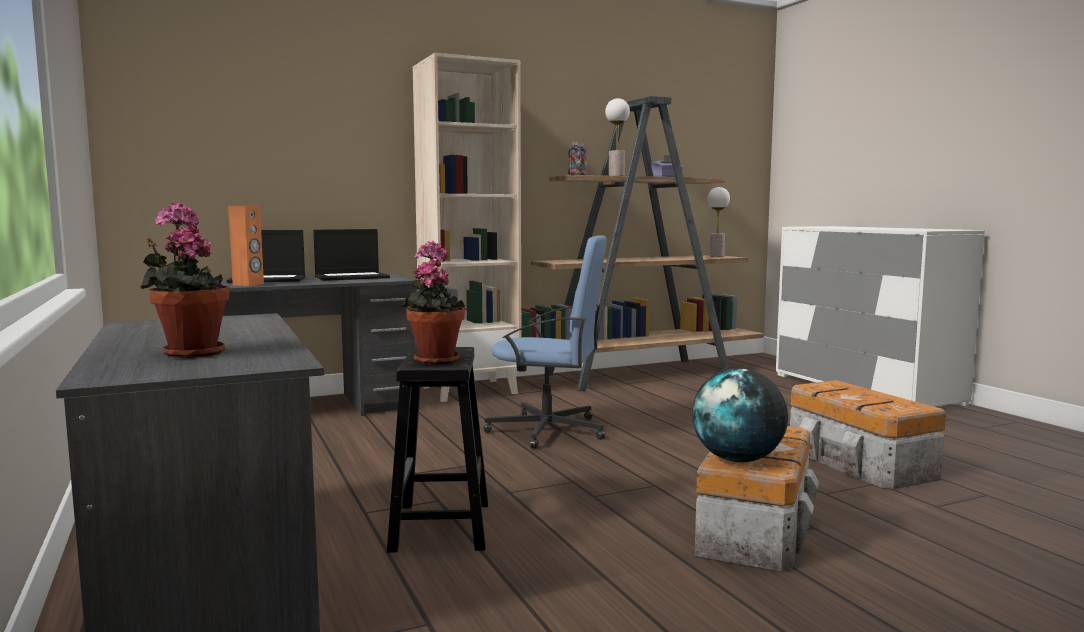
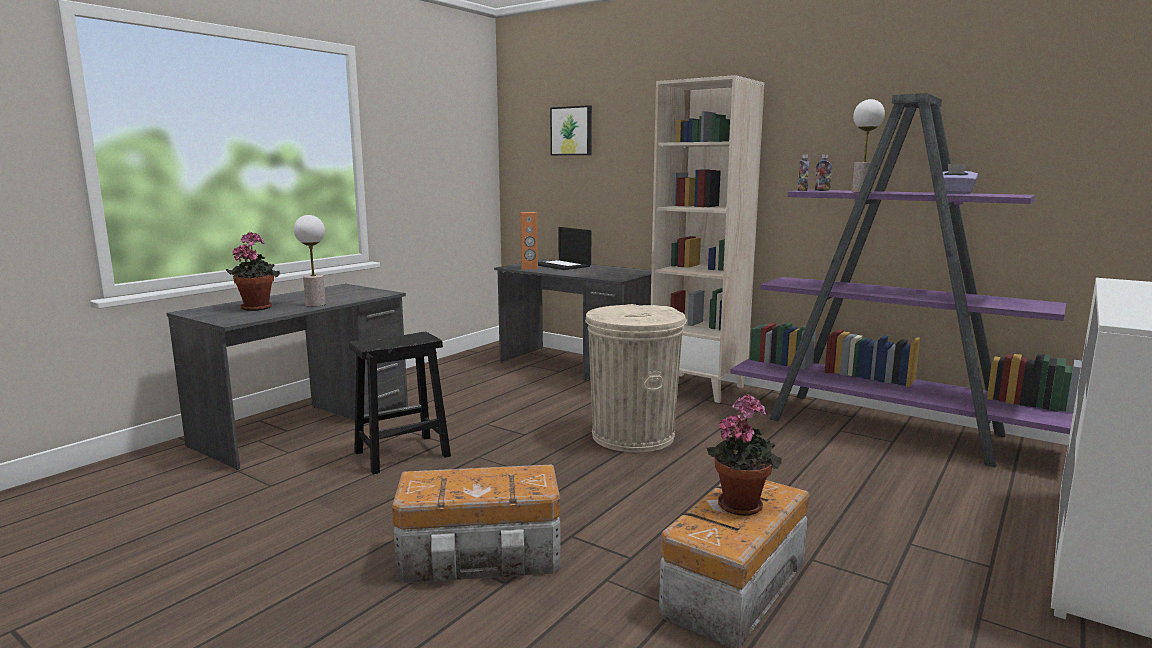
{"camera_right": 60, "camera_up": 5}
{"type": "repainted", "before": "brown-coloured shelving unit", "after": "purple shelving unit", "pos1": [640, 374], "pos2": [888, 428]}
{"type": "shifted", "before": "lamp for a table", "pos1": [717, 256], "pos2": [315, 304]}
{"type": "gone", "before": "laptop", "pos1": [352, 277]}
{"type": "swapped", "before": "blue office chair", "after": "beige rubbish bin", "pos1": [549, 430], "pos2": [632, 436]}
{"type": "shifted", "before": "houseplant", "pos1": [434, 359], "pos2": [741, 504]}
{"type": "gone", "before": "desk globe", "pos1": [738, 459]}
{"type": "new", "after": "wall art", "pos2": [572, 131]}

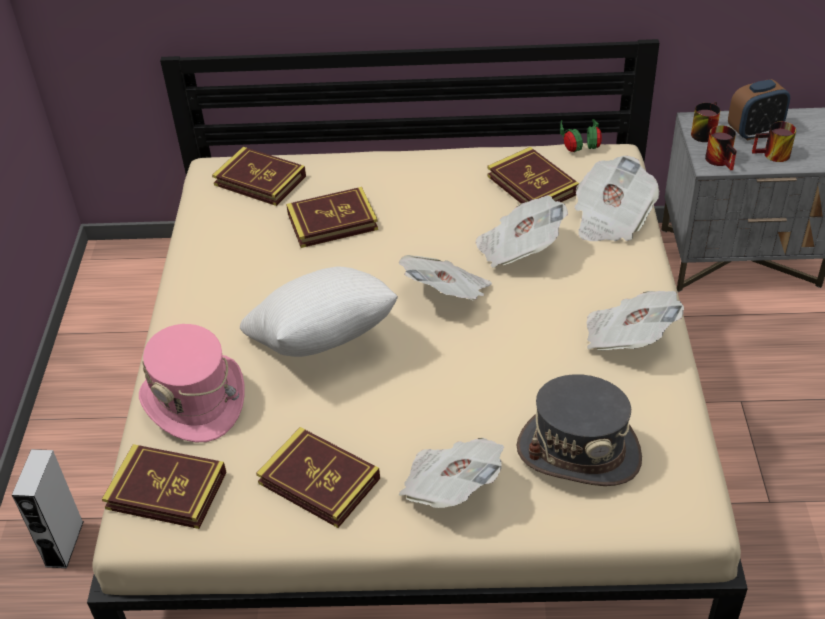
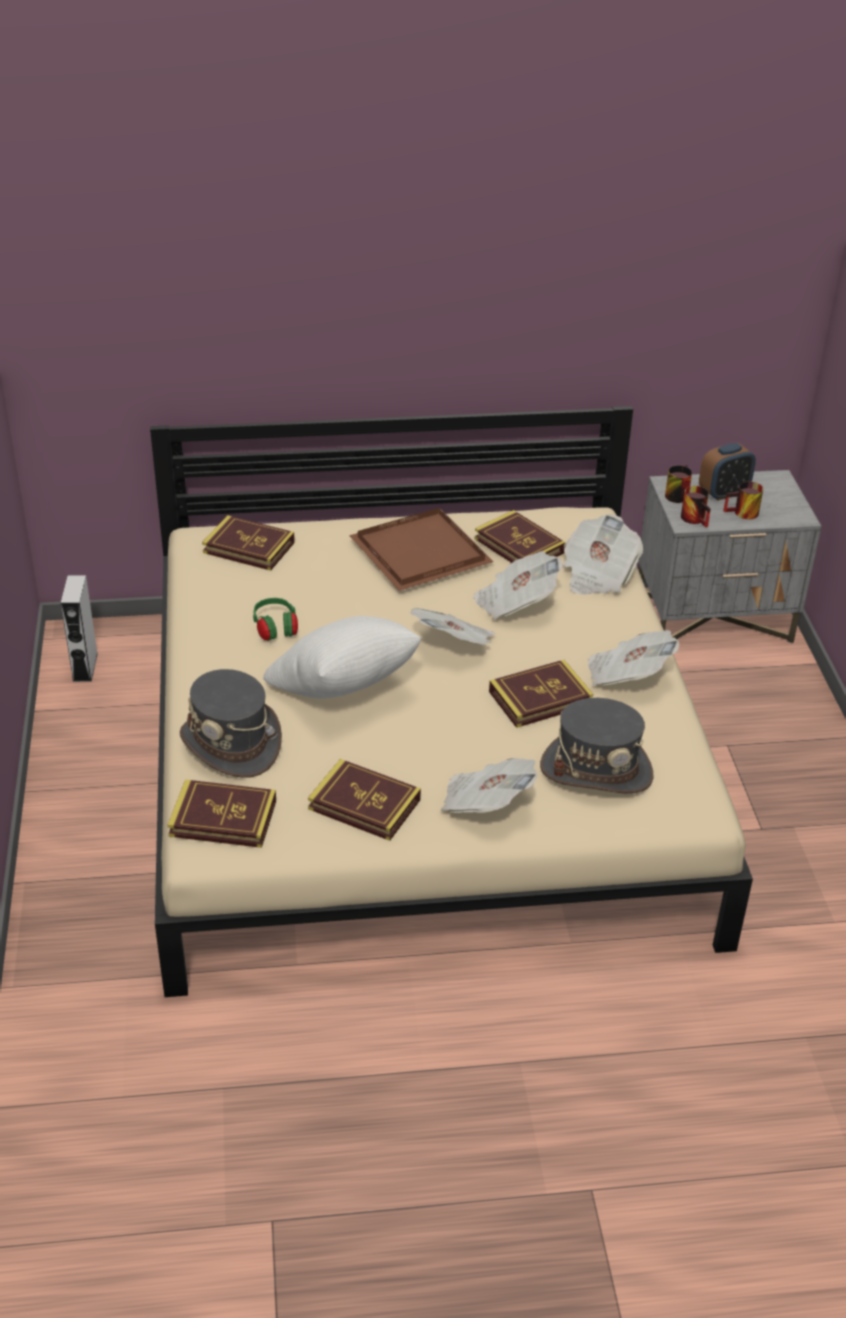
{"camera_right": -10, "camera_up": -5}
{"type": "shifted", "before": "green-coloured pair of headphones", "pos1": [579, 143], "pos2": [275, 630]}
{"type": "shifted", "before": "bound book", "pos1": [332, 222], "pos2": [540, 698]}
{"type": "repainted", "before": "pink clothing hat", "after": "gray clothing hat", "pos1": [195, 400], "pos2": [232, 743]}
{"type": "shifted", "before": "gray speaker", "pos1": [64, 543], "pos2": [85, 666]}
{"type": "new", "after": "brown-coloured carrying tray", "pos2": [417, 552]}

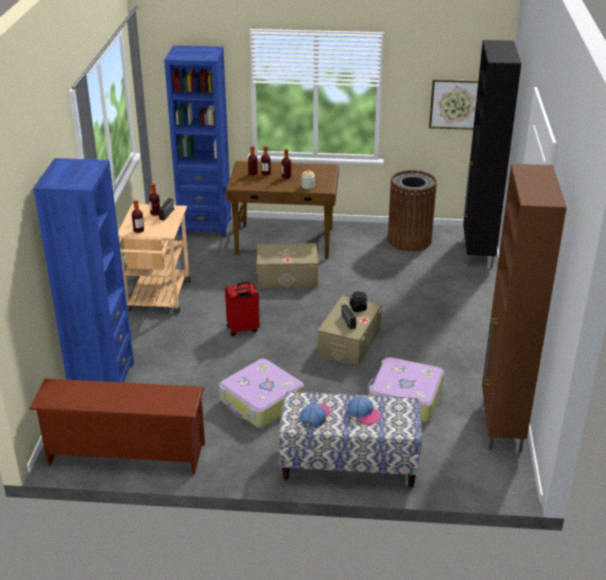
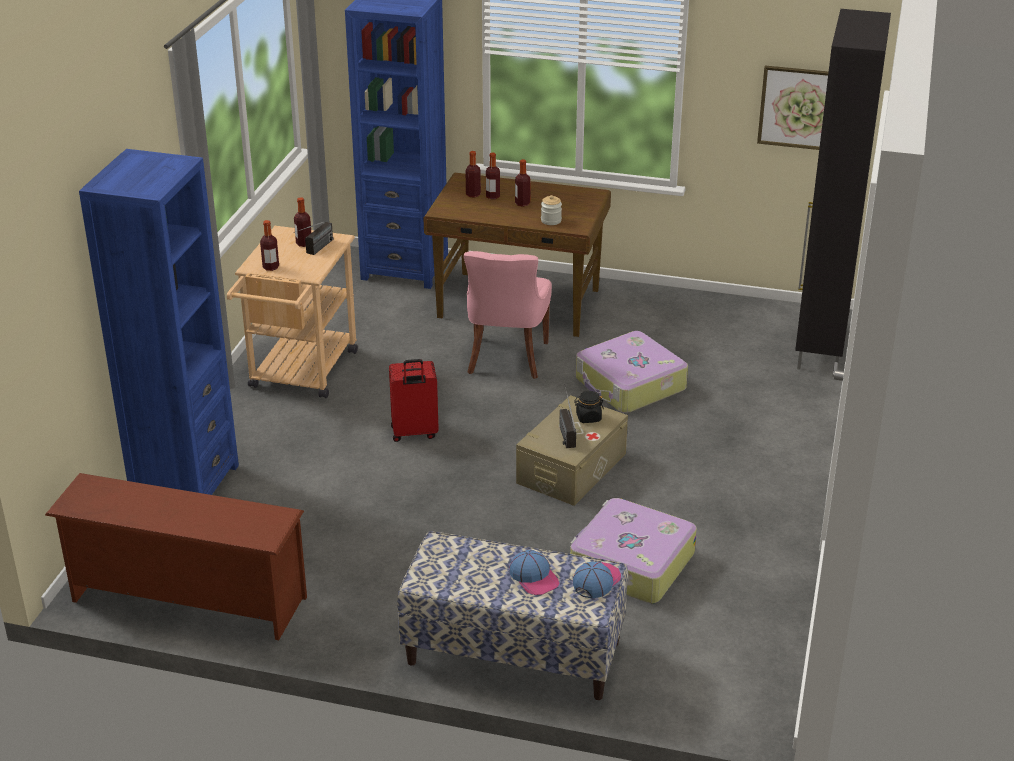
{"camera_right": 10, "camera_up": 0}
{"type": "gone", "before": "brown-coloured cupboard", "pos1": [501, 425]}
{"type": "gone", "before": "brown-coloured rubbish bin", "pos1": [409, 240]}
{"type": "swapped", "before": "beige storage box", "after": "pink plain chair", "pos1": [287, 277], "pos2": [506, 359]}
{"type": "shifted", "before": "travel case", "pos1": [261, 402], "pos2": [629, 385]}
{"type": "shifted", "before": "baseball cap", "pos1": [315, 416], "pos2": [596, 581]}

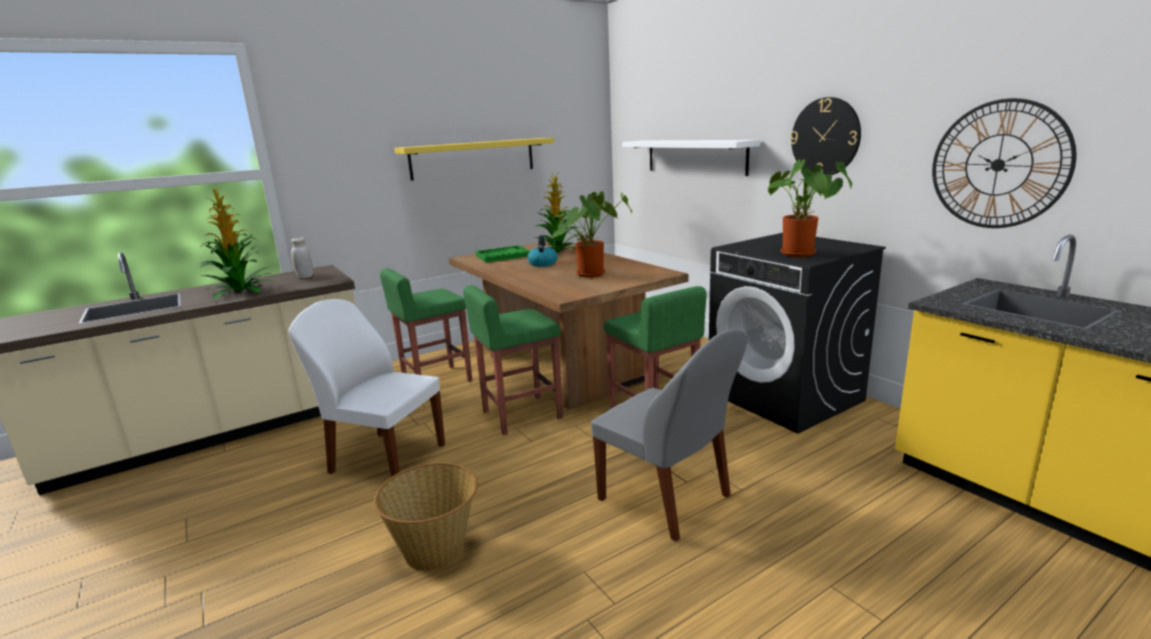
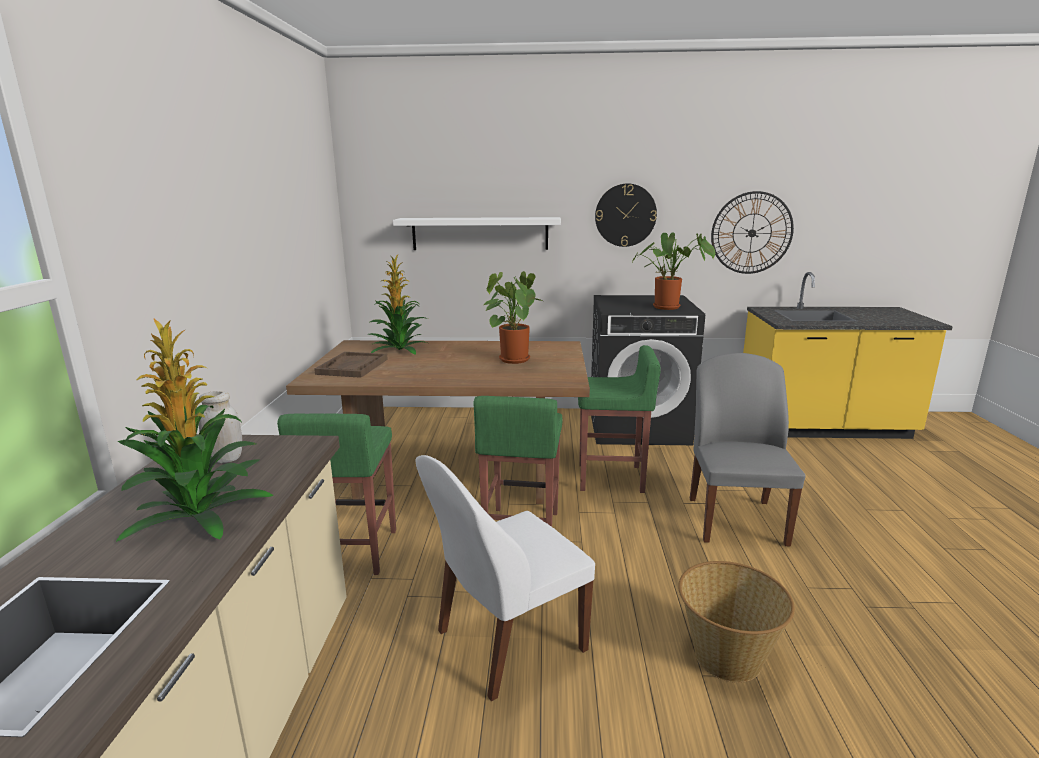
{"camera_right": -55, "camera_up": 0}
{"type": "gone", "before": "yellow wall shelf", "pos1": [473, 158]}
{"type": "gone", "before": "water kettle", "pos1": [542, 263]}
{"type": "repainted", "before": "green-coloured carrying tray", "after": "brown-coloured carrying tray", "pos1": [503, 255], "pos2": [352, 366]}
{"type": "rotated", "before": "gray plain chair", "pos1": [667, 499], "pos2": [736, 519], "turn": -75}

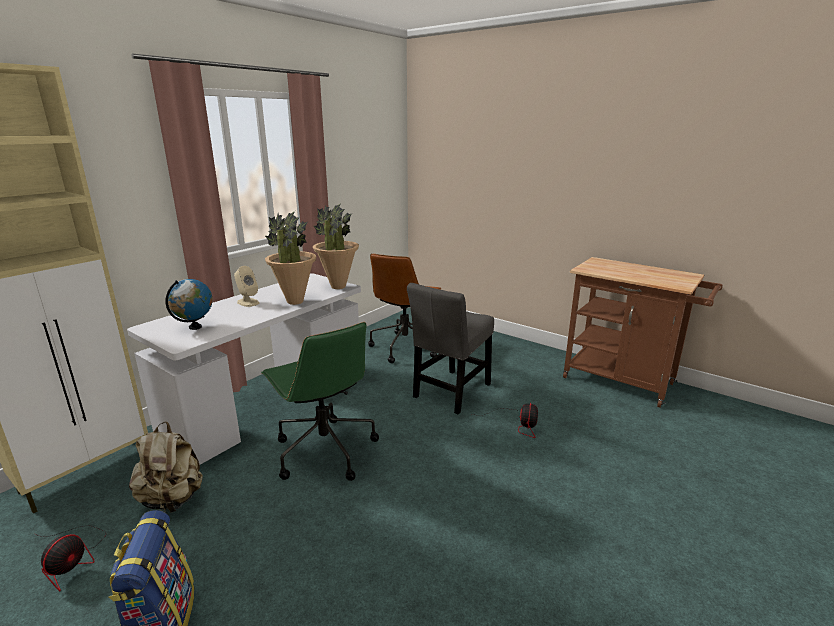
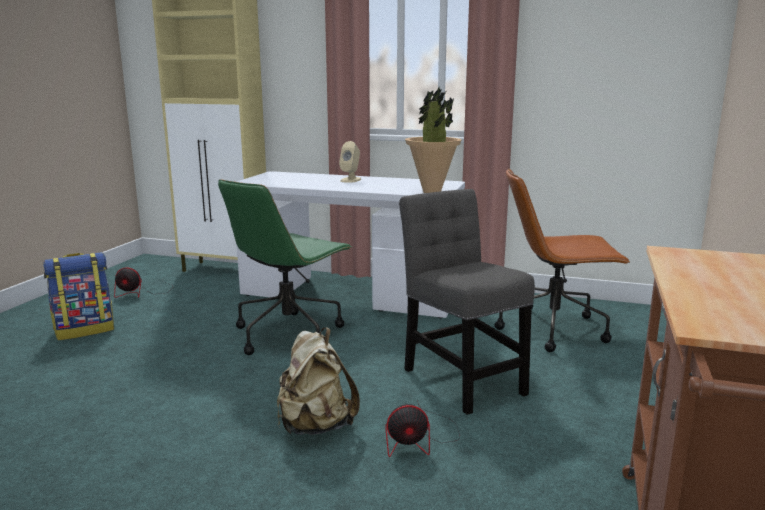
{"camera_right": 70, "camera_up": -5}
{"type": "gone", "before": "houseplant", "pos1": [294, 301]}
{"type": "gone", "before": "desk globe", "pos1": [195, 327]}
{"type": "rotated", "before": "gray plain chair", "pos1": [450, 392], "pos2": [461, 378], "turn": 45}
{"type": "shifted", "before": "beige rucksack", "pos1": [173, 499], "pos2": [315, 426]}

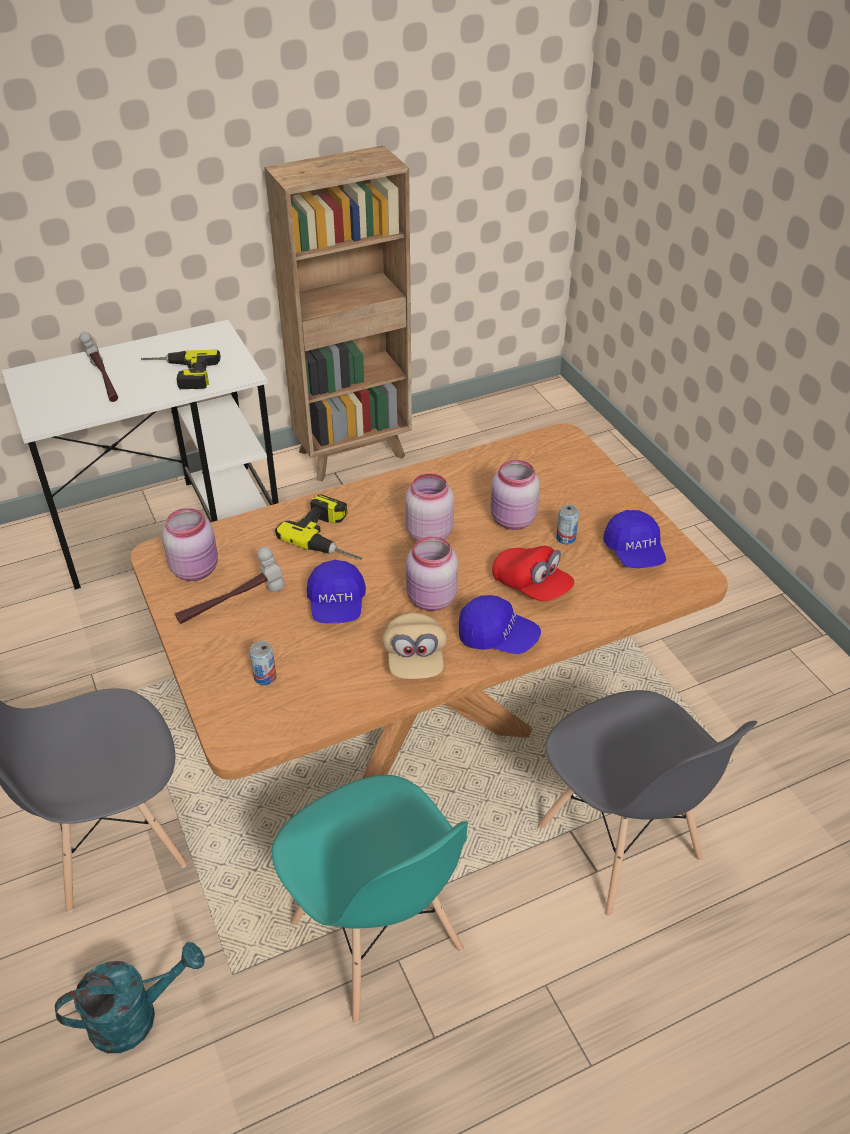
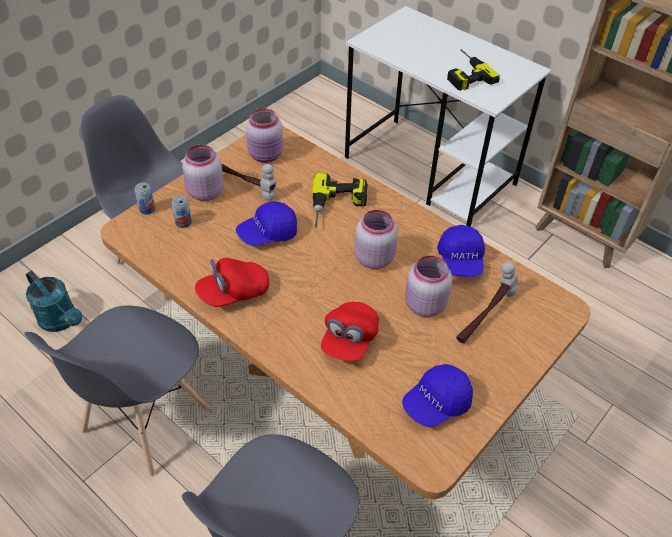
{"camera_right": 65, "camera_up": 5}
{"type": "shifted", "before": "hand hammer", "pos1": [103, 382], "pos2": [485, 315]}
{"type": "shifted", "before": "metal can", "pos1": [565, 538], "pos2": [147, 209]}
{"type": "shifted", "before": "pink jar", "pos1": [431, 599], "pos2": [204, 192]}
{"type": "shifted", "before": "blue baseball cap", "pos1": [497, 637], "pos2": [461, 261]}
{"type": "repainted", "before": "beige baseball cap", "after": "reddish baseball cap", "pos1": [414, 659], "pos2": [233, 293]}
{"type": "repainted", "before": "turquoise plain chair", "after": "gray plain chair", "pos1": [376, 938], "pos2": [145, 420]}

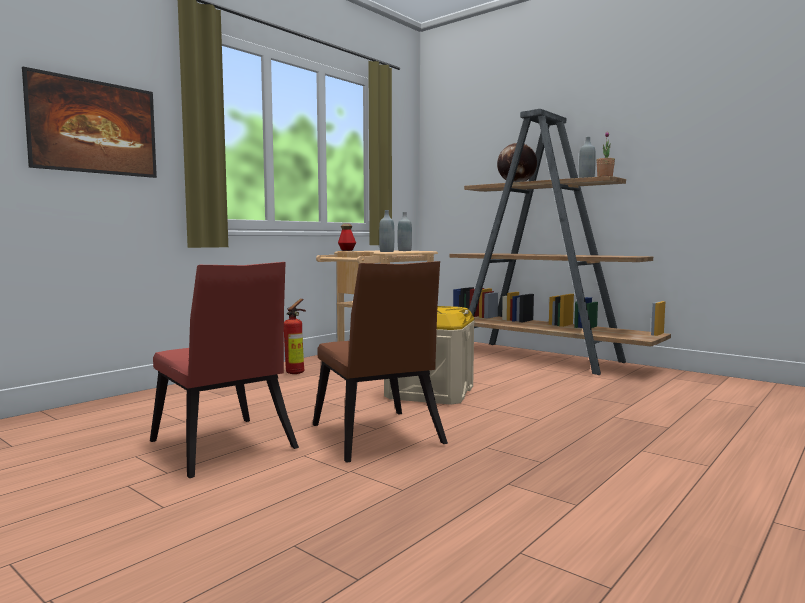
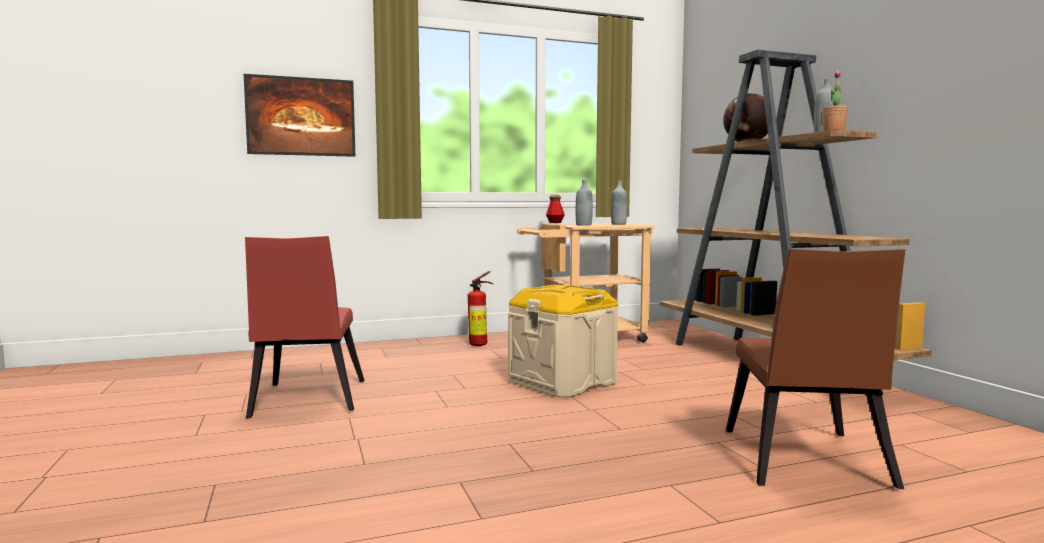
{"camera_right": 30, "camera_up": 0}
{"type": "shifted", "before": "brown-coloured plain chair", "pos1": [377, 438], "pos2": [805, 462]}

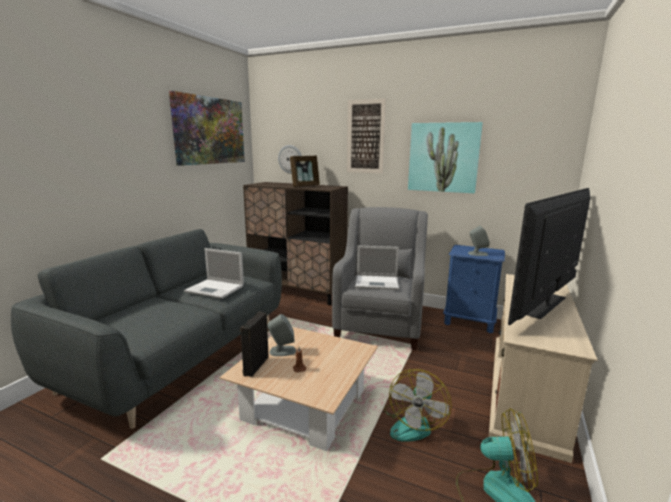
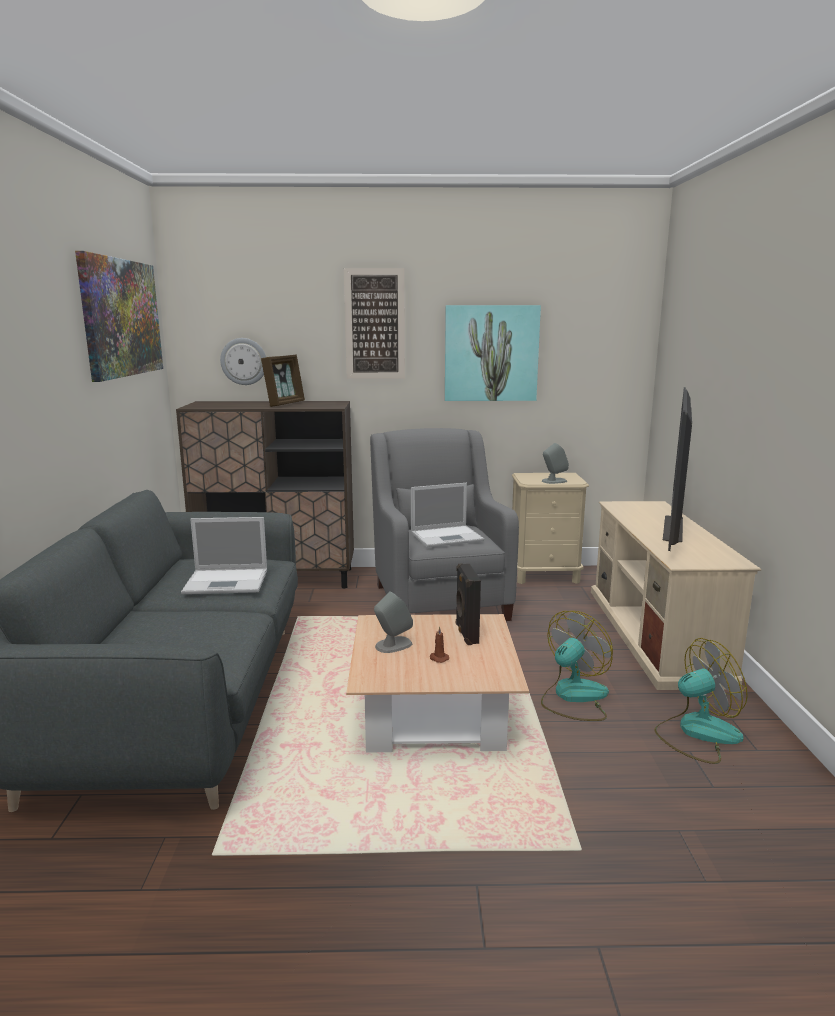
{"camera_right": -25, "camera_up": 0}
{"type": "repainted", "before": "blue nightstand", "after": "beige nightstand", "pos1": [469, 322], "pos2": [545, 575]}
{"type": "shifted", "before": "black speaker", "pos1": [255, 366], "pos2": [466, 634]}
{"type": "rotated", "before": "electric fan", "pos1": [413, 423], "pos2": [573, 697], "turn": -135}

